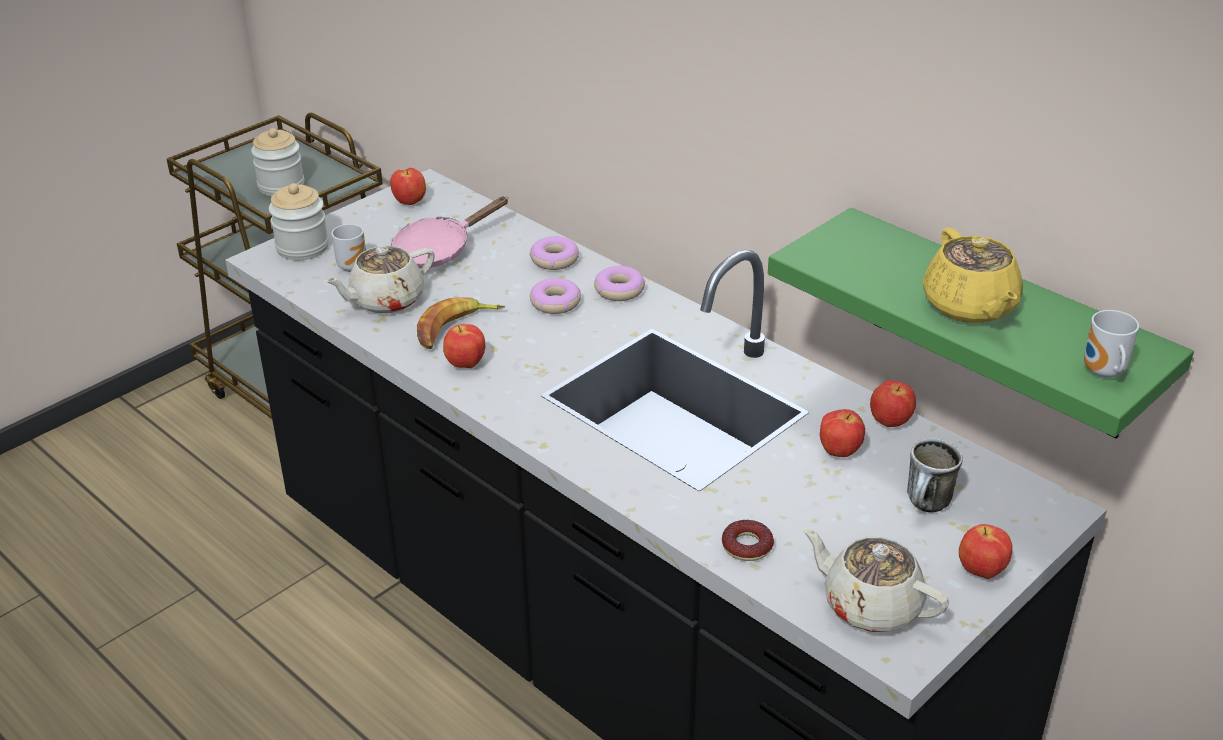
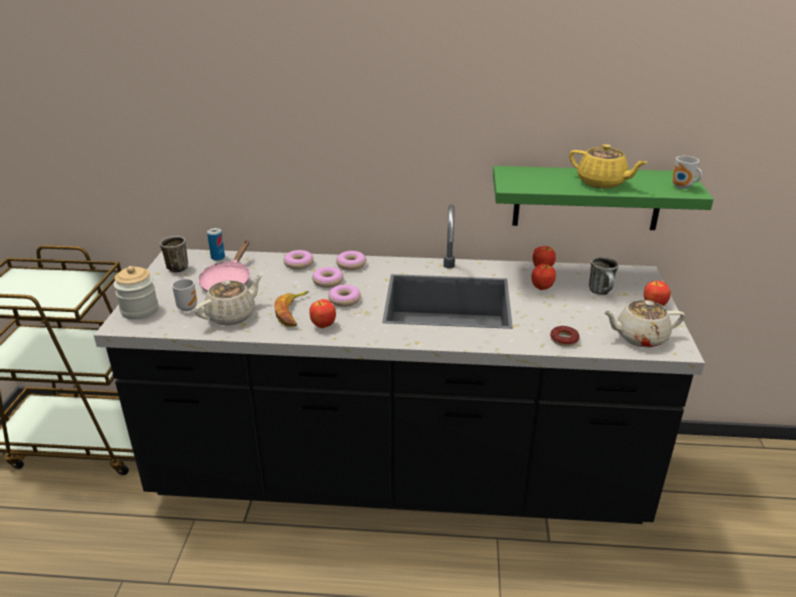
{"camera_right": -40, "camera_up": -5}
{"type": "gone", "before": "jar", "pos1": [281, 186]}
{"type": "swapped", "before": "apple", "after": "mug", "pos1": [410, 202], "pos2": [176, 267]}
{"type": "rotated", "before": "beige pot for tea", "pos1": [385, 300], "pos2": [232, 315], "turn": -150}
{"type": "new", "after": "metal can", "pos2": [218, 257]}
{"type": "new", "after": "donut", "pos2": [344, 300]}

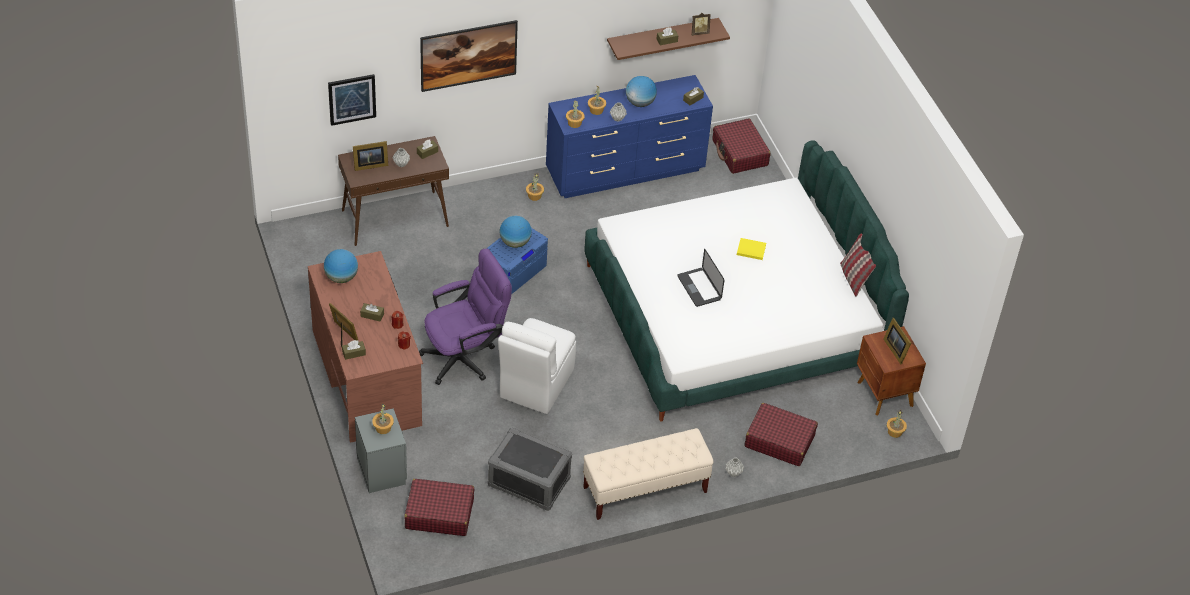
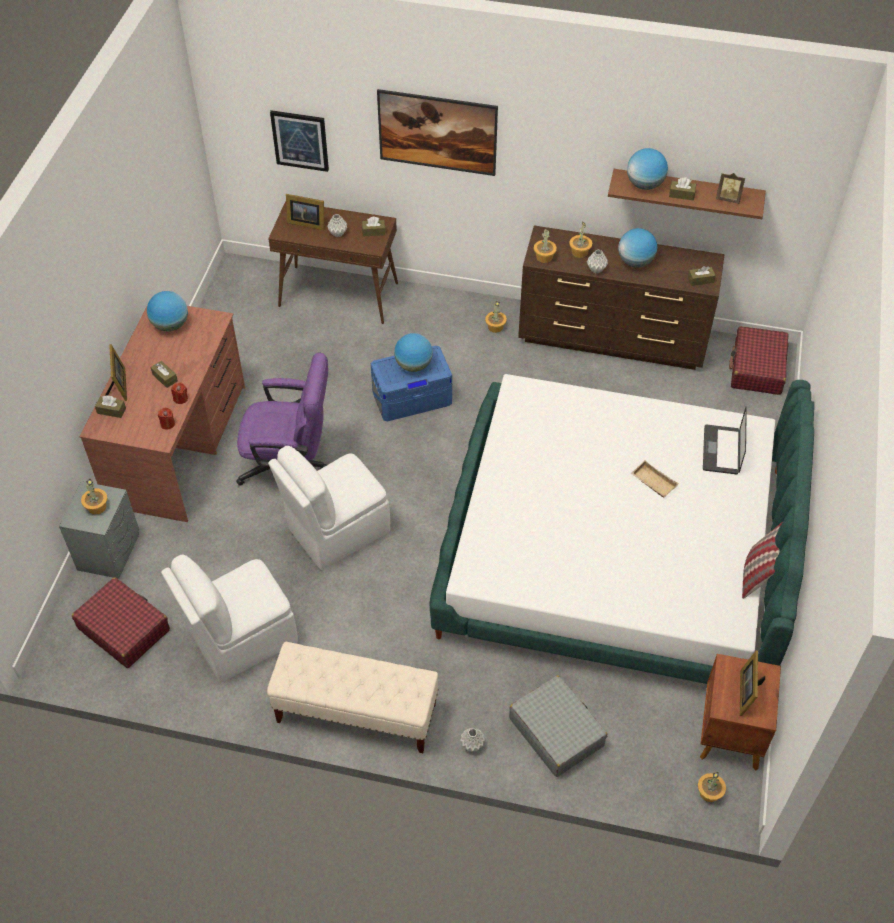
{"camera_right": 35, "camera_up": 5}
{"type": "repainted", "before": "blue chest of drawers", "after": "brown-coloured chest of drawers", "pos1": [626, 171], "pos2": [613, 339]}
{"type": "swapped", "before": "yellow bound book", "after": "beige carrying tray", "pos1": [750, 249], "pos2": [652, 482]}
{"type": "shifted", "before": "laptop", "pos1": [699, 288], "pos2": [721, 450]}
{"type": "repainted", "before": "reddish travel case", "after": "gray travel case", "pos1": [779, 441], "pos2": [556, 731]}
{"type": "swapped", "before": "gray storage box", "after": "whitish plain chair", "pos1": [528, 482], "pos2": [241, 639]}
{"type": "new", "after": "desk globe", "pos2": [645, 185]}

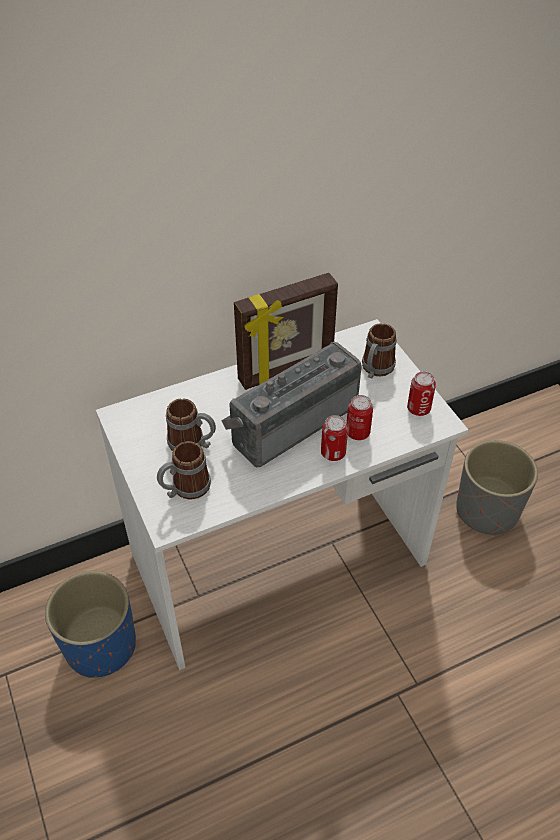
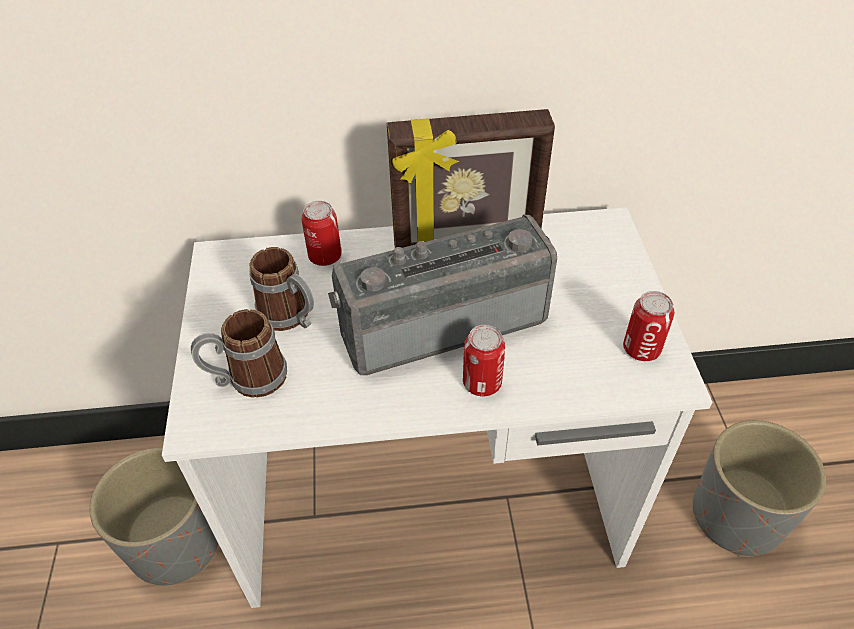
{"camera_right": 20, "camera_up": 0}
{"type": "gone", "before": "mug", "pos1": [375, 370]}
{"type": "shifted", "before": "metal can", "pos1": [357, 432], "pos2": [325, 256]}
{"type": "repainted", "before": "blue planter", "after": "gray planter", "pos1": [101, 645], "pos2": [176, 542]}

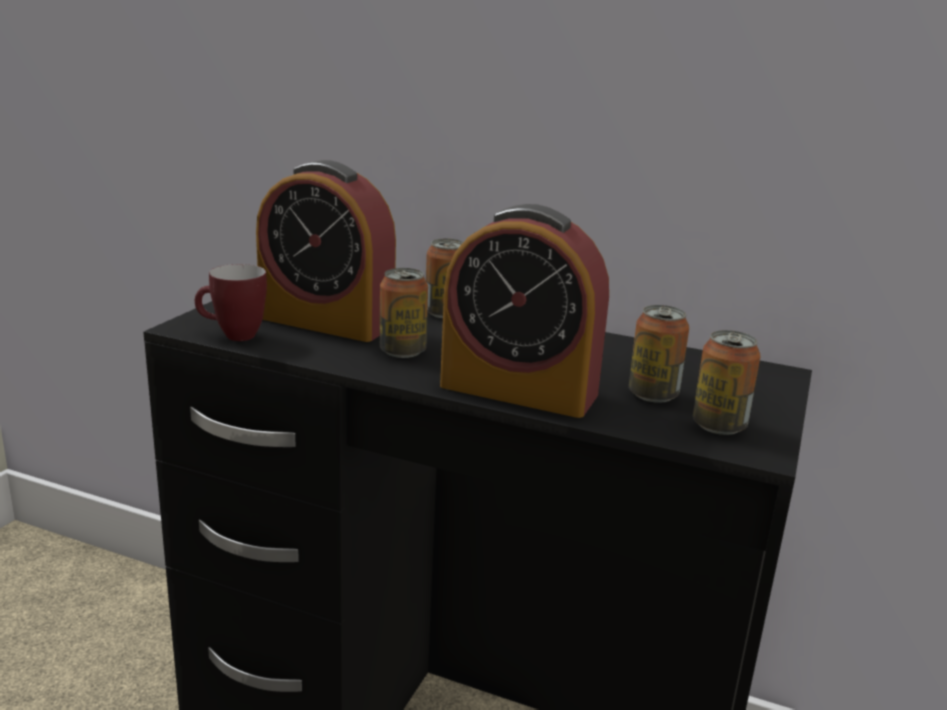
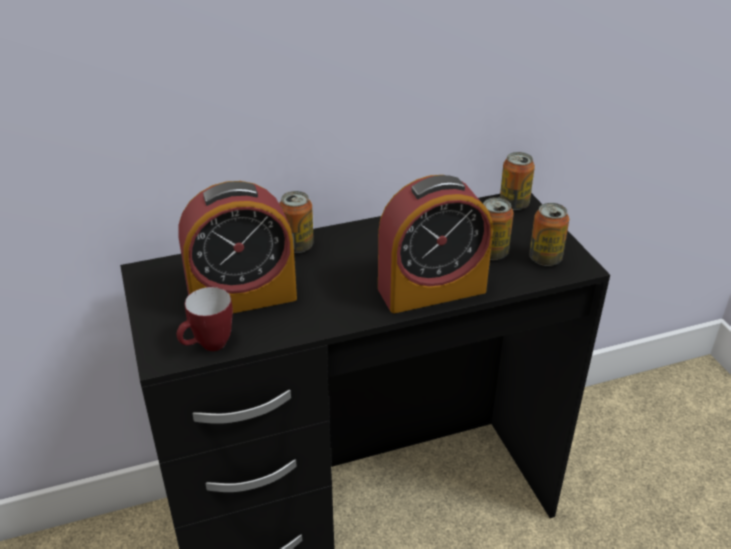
{"camera_right": -40, "camera_up": 15}
{"type": "shifted", "before": "metal can", "pos1": [402, 351], "pos2": [514, 204]}

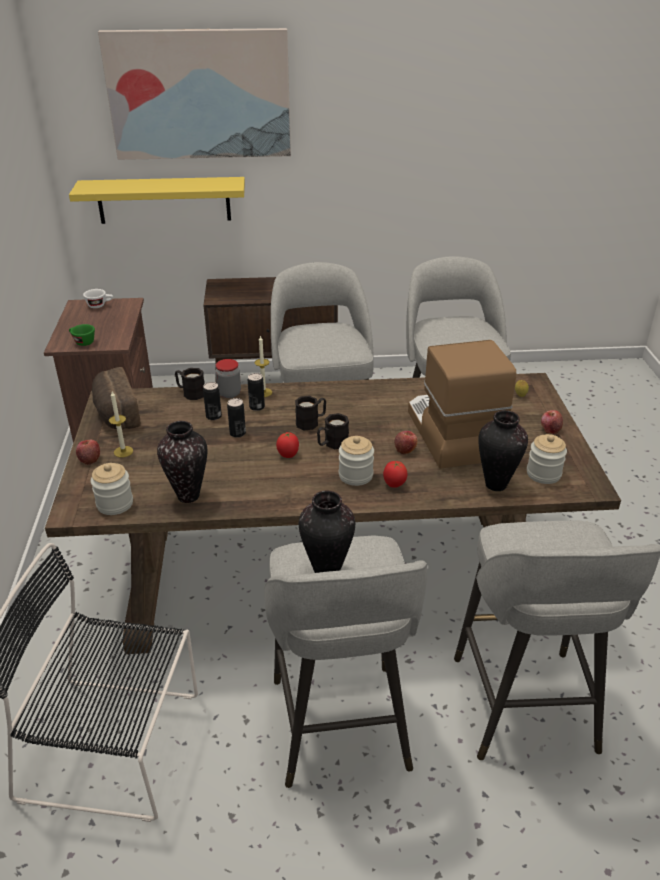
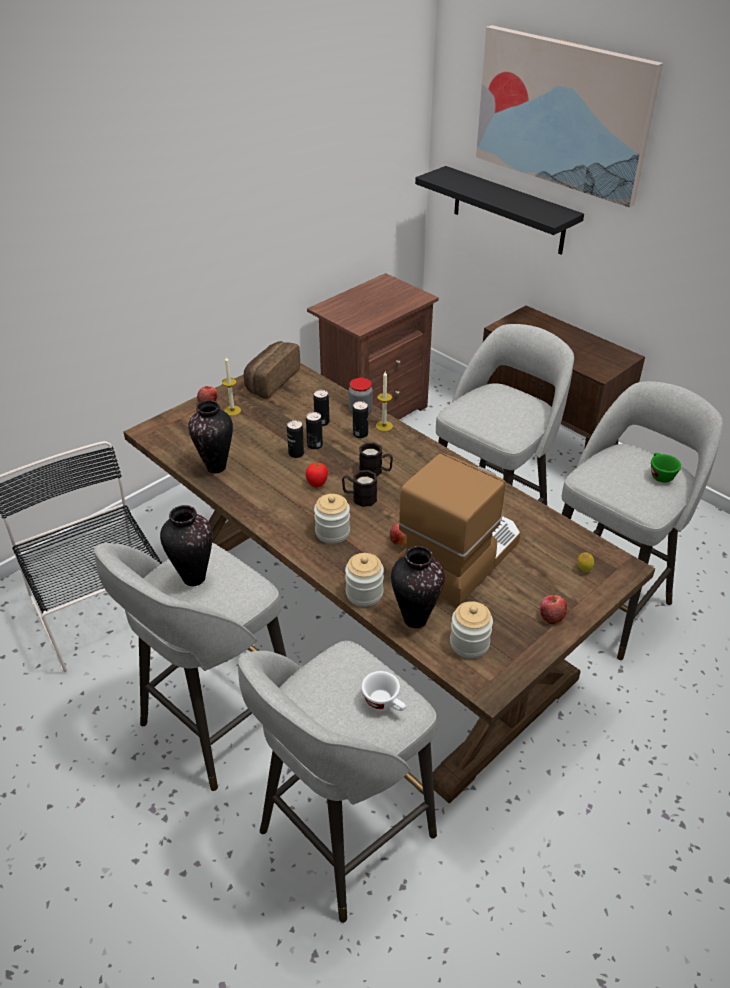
{"camera_right": 50, "camera_up": 5}
{"type": "repainted", "before": "yellow wall shelf", "after": "black wall shelf", "pos1": [164, 200], "pos2": [508, 210]}
{"type": "shifted", "before": "whitish cup", "pos1": [100, 305], "pos2": [385, 703]}
{"type": "shifted", "before": "green-coloured cup", "pos1": [82, 342], "pos2": [659, 474]}
{"type": "gone", "before": "black mug", "pos1": [190, 393]}
{"type": "gone", "before": "tomato", "pos1": [394, 485]}
{"type": "shifted", "before": "jar", "pos1": [115, 504], "pos2": [364, 593]}
{"type": "new", "after": "metal can", "pos2": [296, 453]}

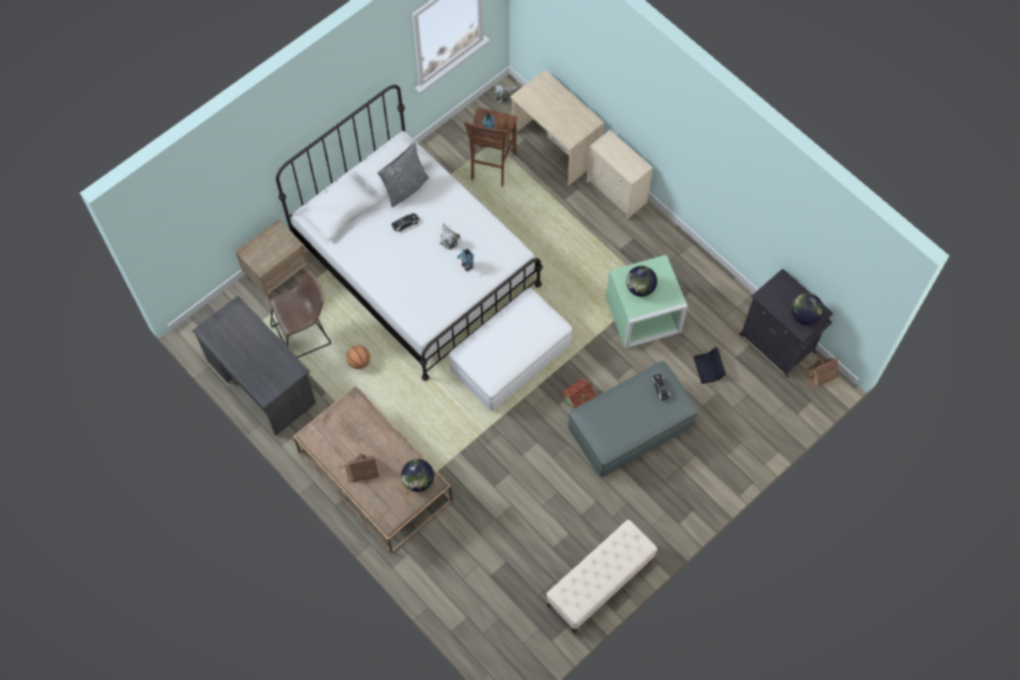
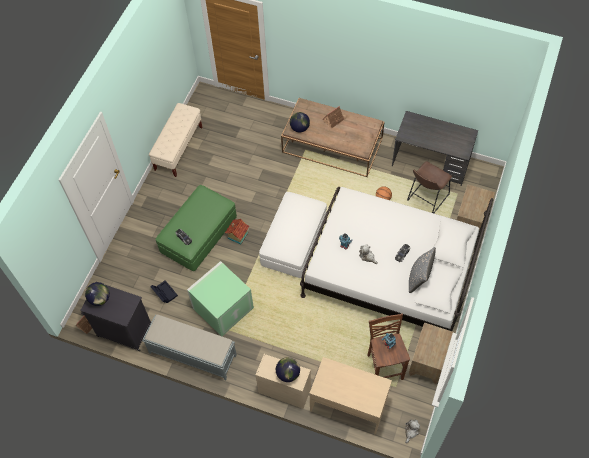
{"camera_right": 155, "camera_up": -5}
{"type": "shifted", "before": "desk globe", "pos1": [640, 288], "pos2": [288, 373]}
{"type": "repainted", "before": "gray ottoman", "after": "green-coloured ottoman", "pos1": [630, 427], "pos2": [199, 235]}
{"type": "new", "after": "gray indoor bench", "pos2": [192, 354]}
{"type": "new", "after": "brown-coloured nightstand", "pos2": [427, 363]}

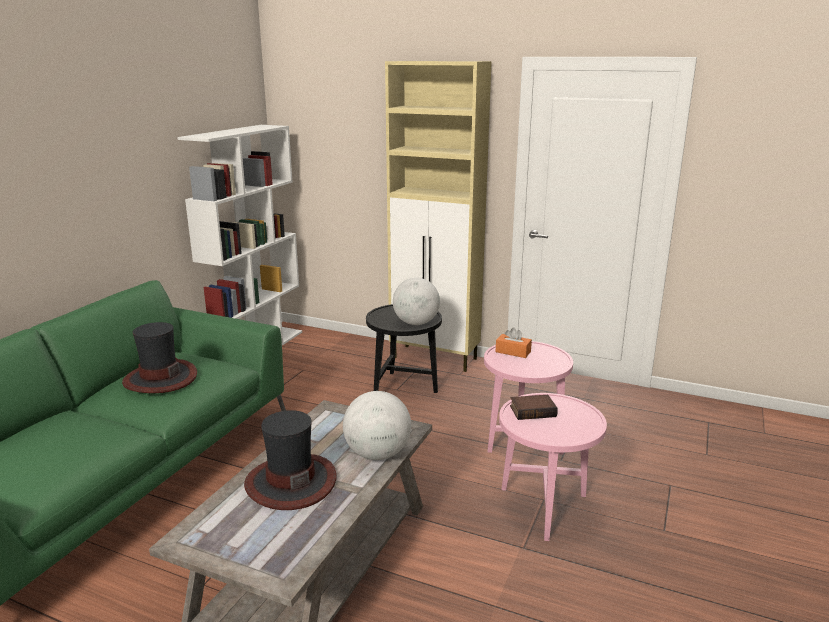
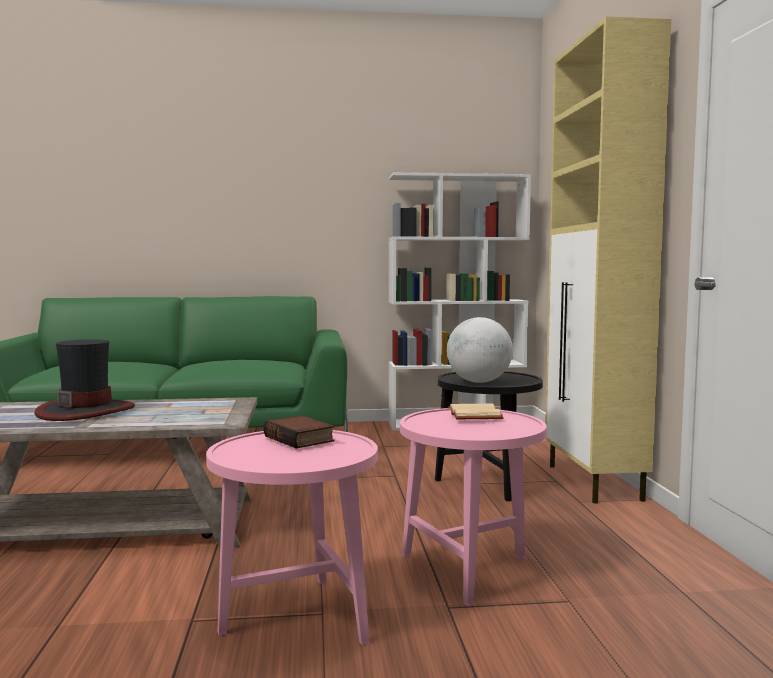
{"camera_right": 60, "camera_up": -15}
{"type": "gone", "before": "clothing hat", "pos1": [160, 378]}
{"type": "swapped", "before": "orangey box of tissues", "after": "beige bound book", "pos1": [513, 352], "pos2": [476, 415]}
{"type": "gone", "before": "desk globe", "pos1": [377, 454]}

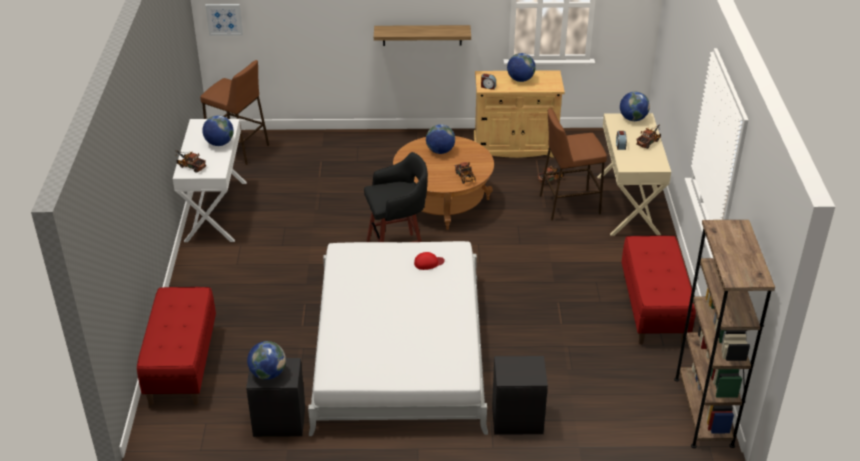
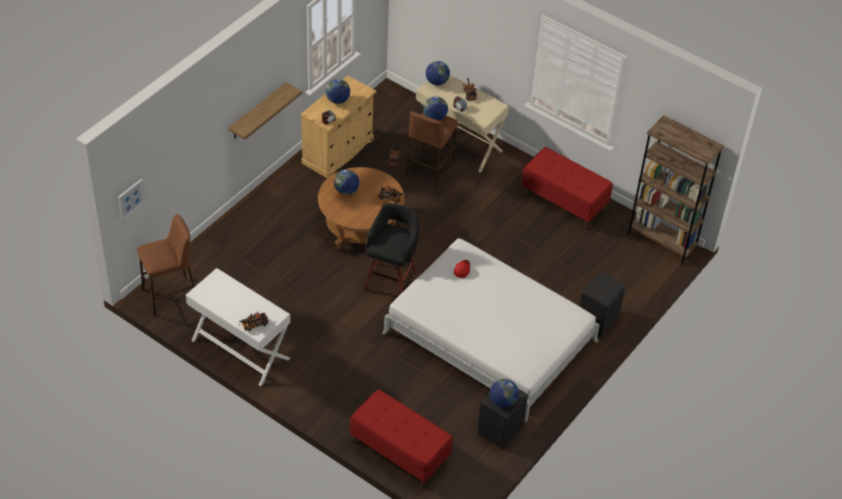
{"camera_right": -55, "camera_up": 10}
{"type": "shifted", "before": "desk globe", "pos1": [219, 143], "pos2": [435, 118]}

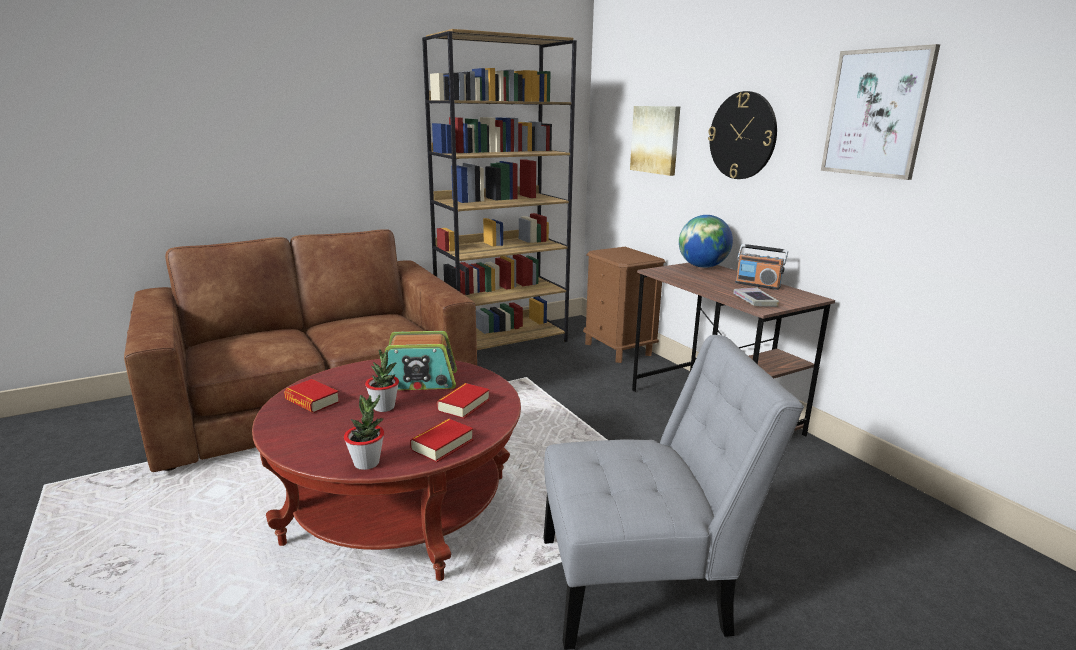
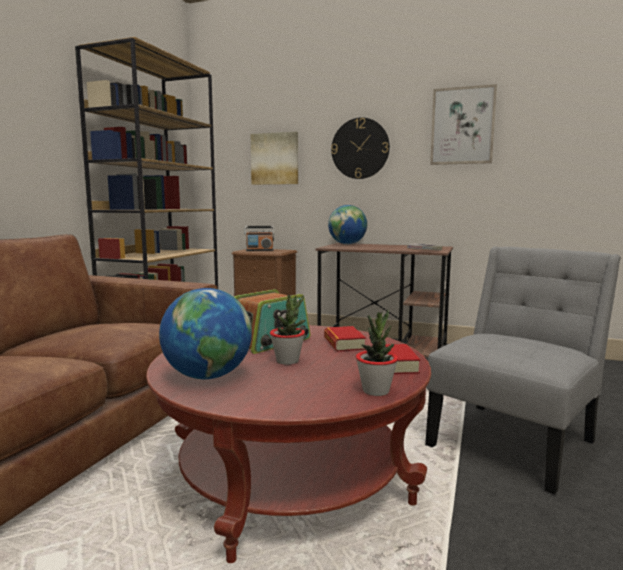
{"camera_right": -40, "camera_up": -10}
{"type": "shifted", "before": "radio", "pos1": [757, 285], "pos2": [259, 250]}
{"type": "swapped", "before": "bound book", "after": "desk globe", "pos1": [312, 401], "pos2": [208, 376]}

